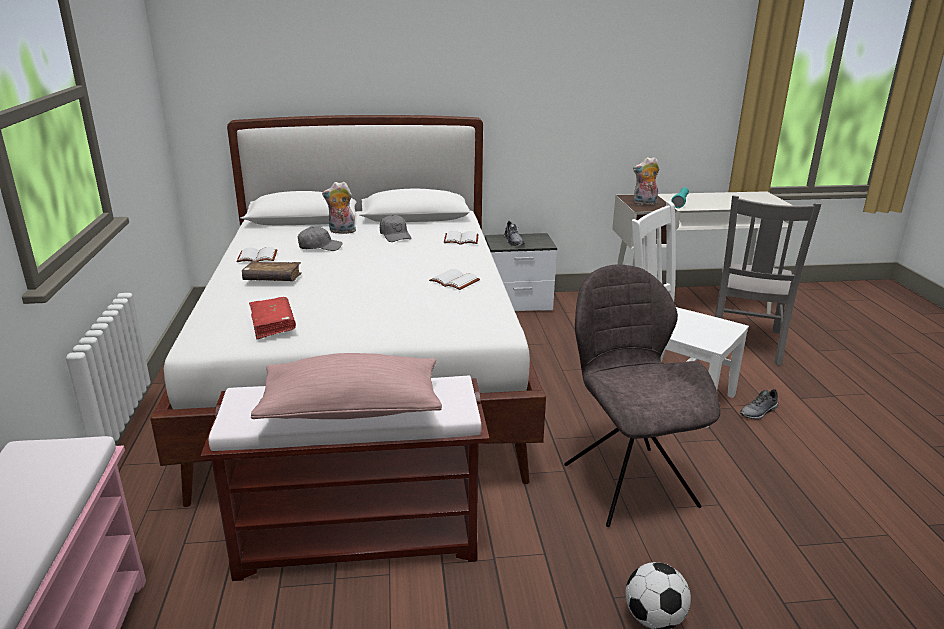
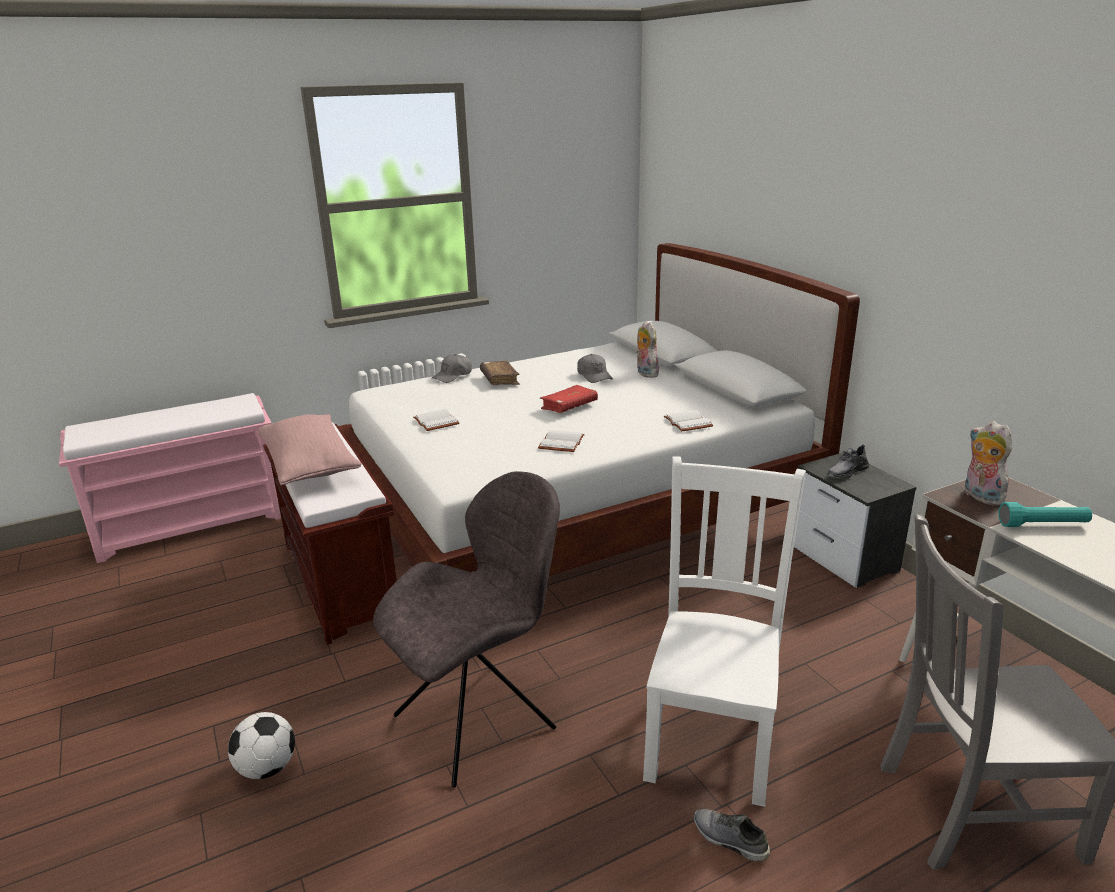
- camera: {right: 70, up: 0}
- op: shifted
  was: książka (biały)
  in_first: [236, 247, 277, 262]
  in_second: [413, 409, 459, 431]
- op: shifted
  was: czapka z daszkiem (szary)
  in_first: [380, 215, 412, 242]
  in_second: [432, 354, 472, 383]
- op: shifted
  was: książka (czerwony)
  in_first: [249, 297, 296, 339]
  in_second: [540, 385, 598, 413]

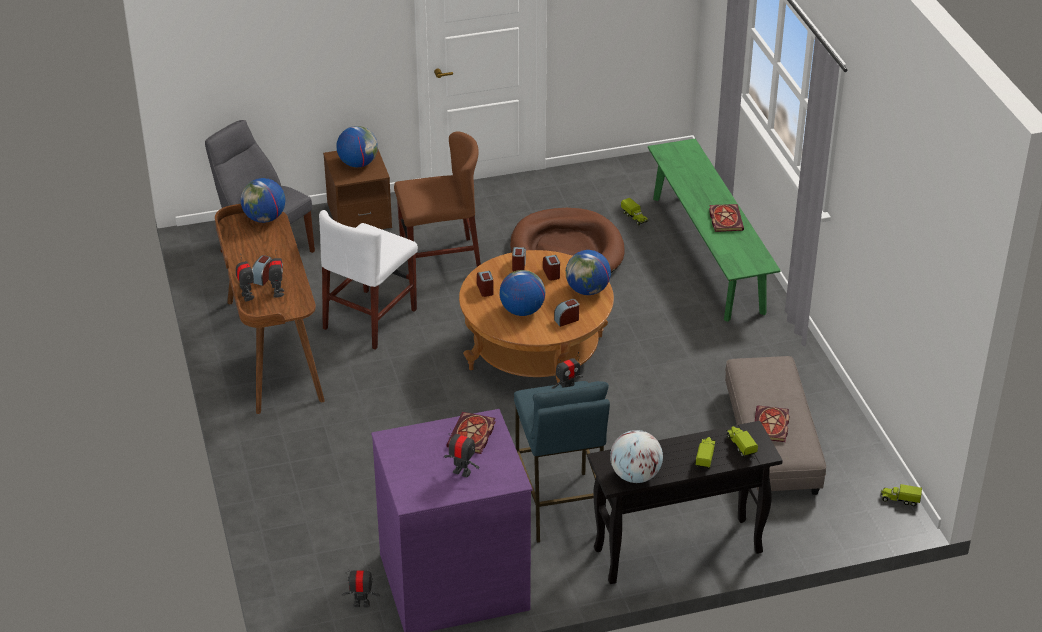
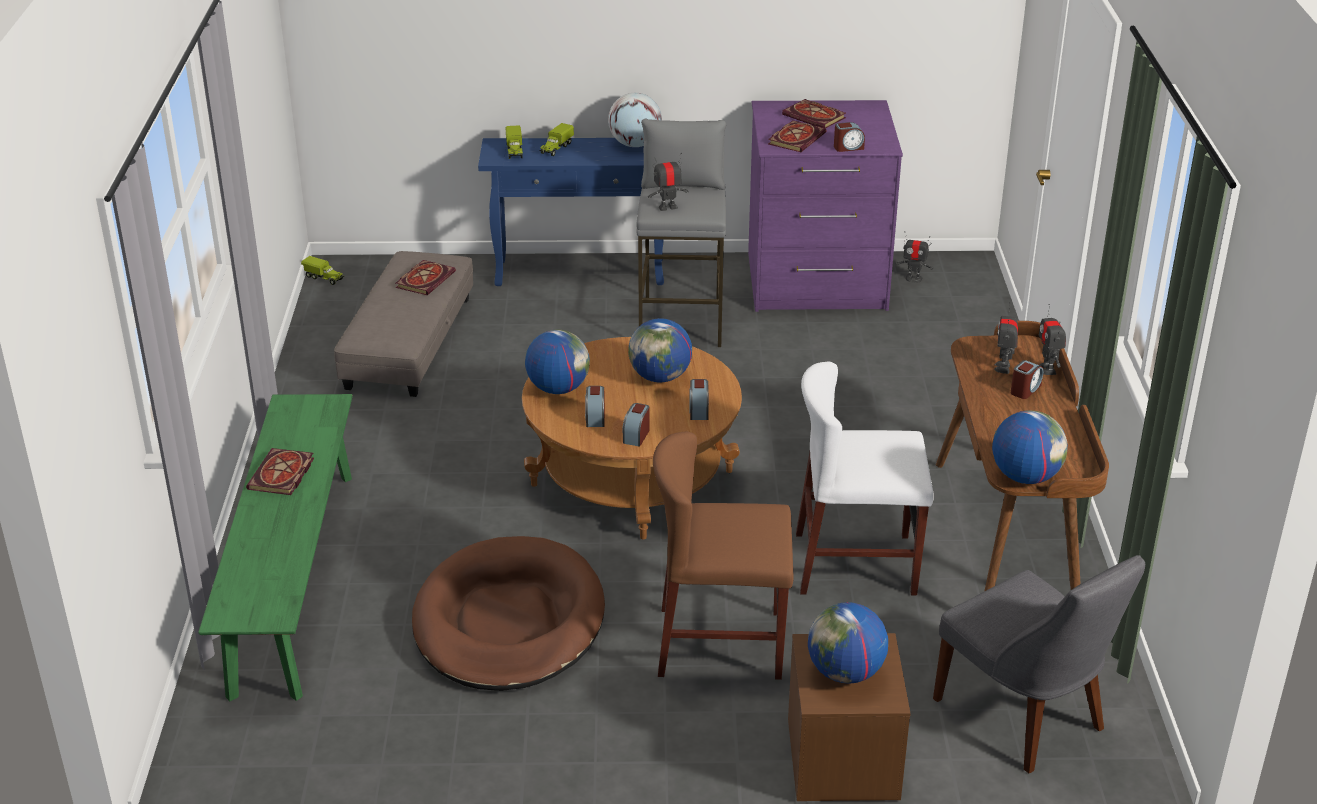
- camera: {right: -165, up: -5}
- op: repainted
  was: stolik konsolowy (czarny)
  now: stolik konsolowy (niebieski)
  in_first: [588, 421, 783, 584]
  in_second: [478, 138, 664, 286]
- op: repainted
  was: stołek (niebieski)
  now: stołek (szary)
  in_first: [514, 381, 610, 543]
  in_second: [636, 119, 726, 348]
- op: swapped
  was: robot zabawkowy
  now: książka
  in_first: [444, 428, 479, 478]
  in_second: [782, 99, 846, 128]
- op: rotated
  was: krzesło (biały)
  in_first: [319, 210, 418, 350]
  in_second: [796, 362, 934, 595]
  clockwise: -135
- op: shifted
  was: budzik
  in_first: [554, 299, 579, 327]
  in_second: [834, 122, 865, 152]
- op: gone
  was: ciężarówka zabawkowa
  in_first: [621, 198, 647, 225]

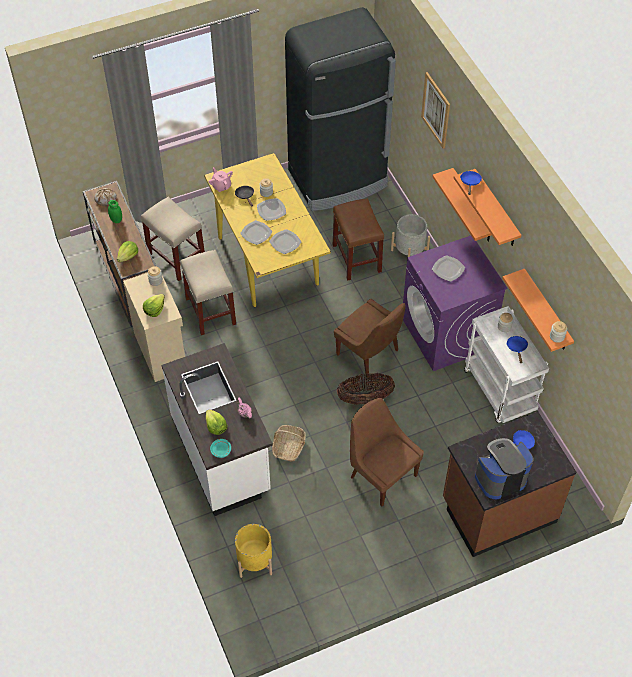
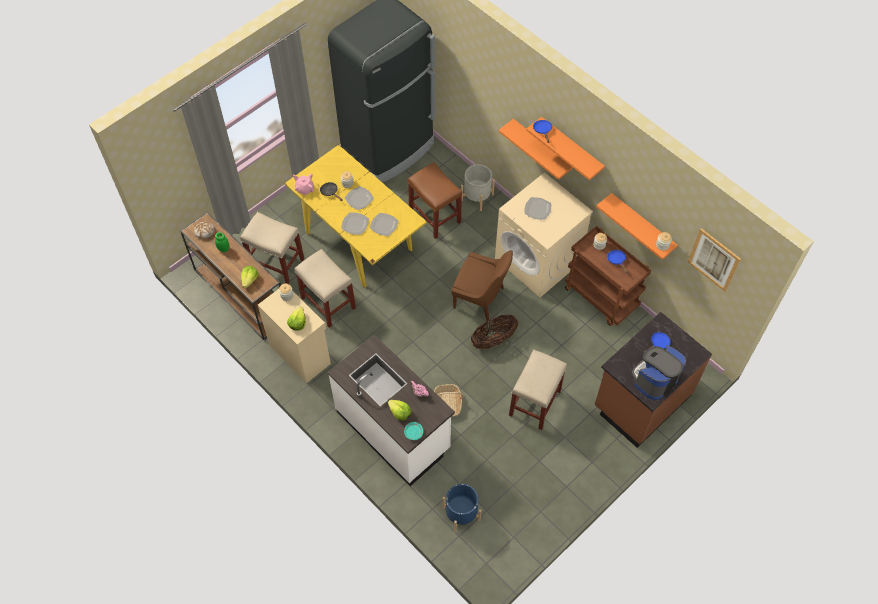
- camera: {right: -20, up: 5}
- op: repainted
  was: donica (żółty)
  now: donica (niebieski)
  in_first: [235, 524, 272, 578]
  in_second: [443, 484, 482, 532]
- op: repainted
  was: pralka (fioletowy)
  now: pralka (beżowy)
  in_first: [403, 236, 508, 371]
  in_second: [495, 172, 593, 297]
- op: swapped
  was: krzesło (brązowy)
  now: stołek (beżowy)
  in_first: [350, 398, 424, 506]
  in_second: [509, 349, 567, 430]
- op: repainted
  was: wózek (biały)
  now: wózek (brązowy)
  in_first: [464, 306, 549, 423]
  in_second: [565, 226, 651, 326]
- op: shifted
  was: obraz
  in_first: [421, 72, 450, 149]
  in_second: [688, 228, 741, 292]

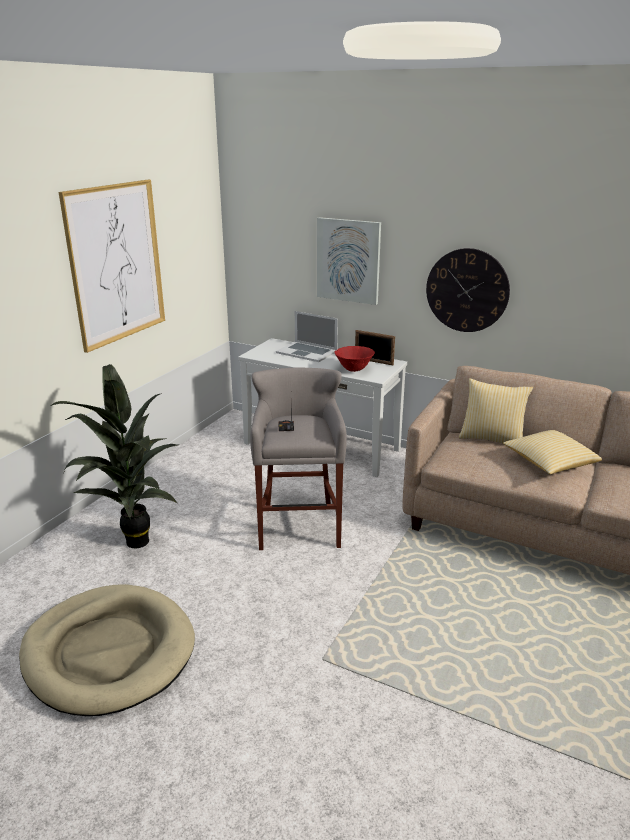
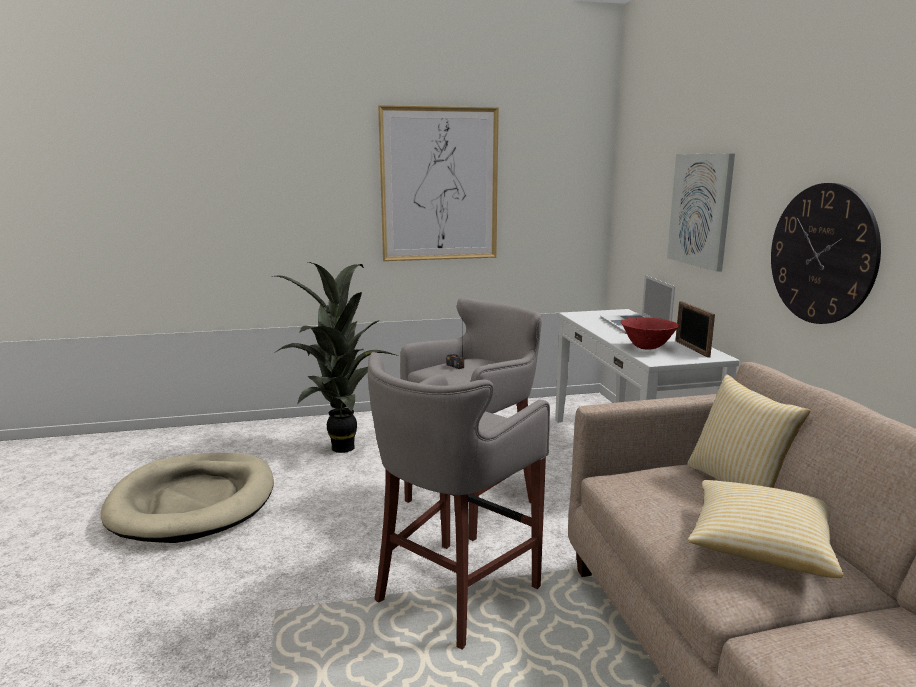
- camera: {right: 50, up: -10}
- op: new
  now: stołek (szary)
  in_second: [368, 352, 550, 650]

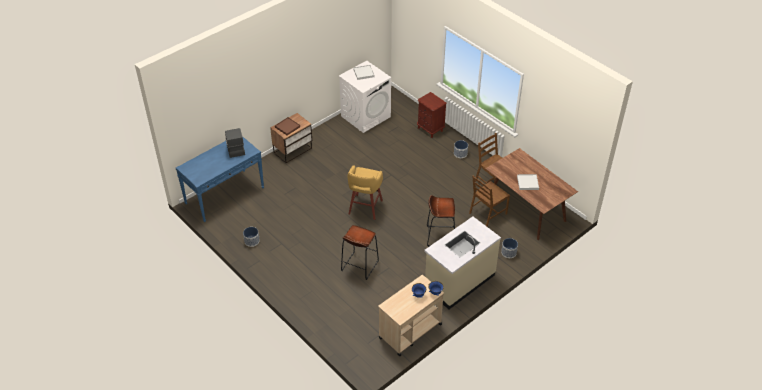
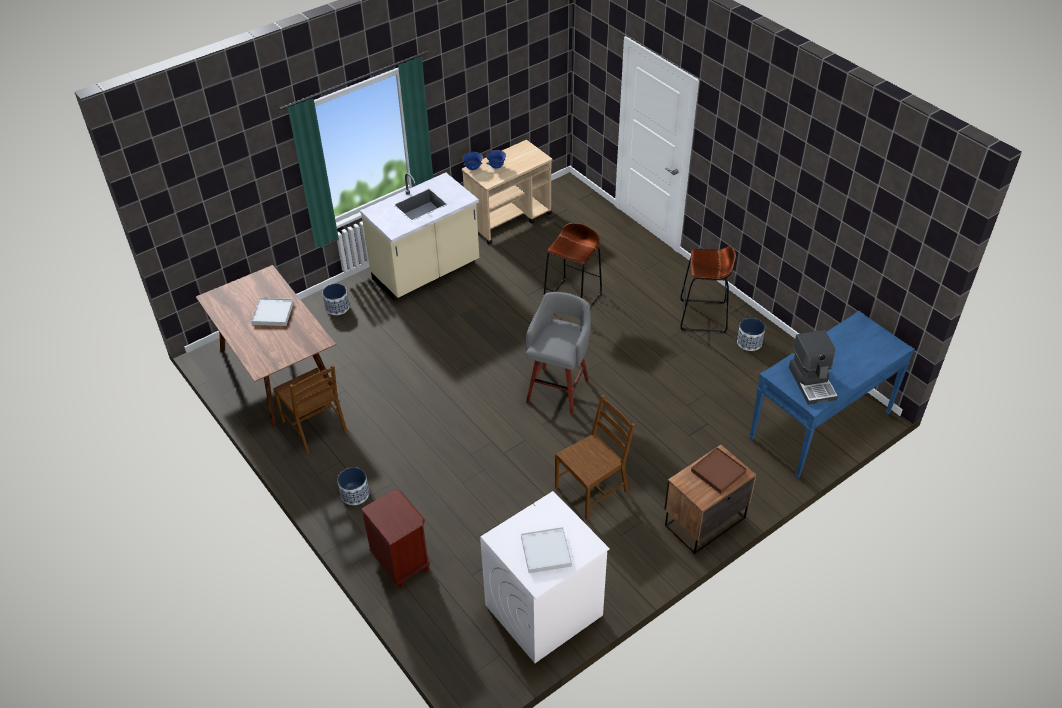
- camera: {right: -175, up: 0}
- op: repainted
  was: stołek (żółty)
  now: stołek (szary)
  in_first: [347, 165, 383, 220]
  in_second: [526, 292, 591, 415]
- op: shifted
  was: krzesło (brązowy)
  in_first: [469, 175, 510, 227]
  in_second: [555, 395, 635, 520]
- op: shifted
  was: stołek (brązowy)
  in_first: [427, 195, 455, 247]
  in_second: [680, 246, 736, 333]

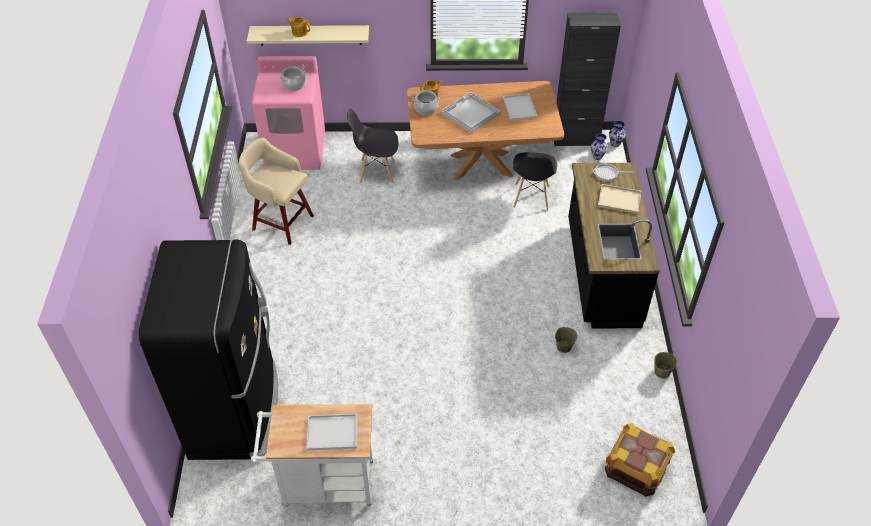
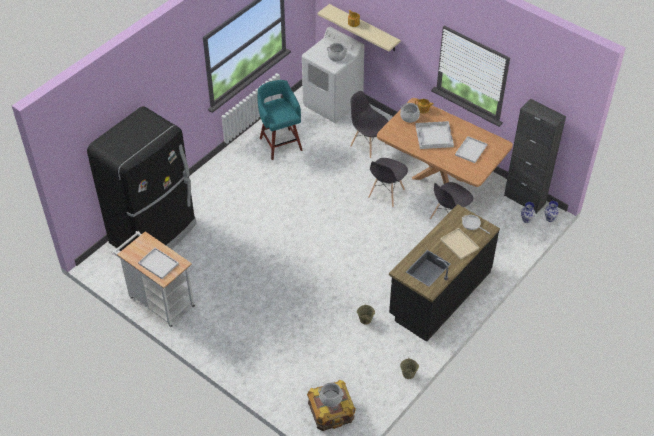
- camera: {right: 40, up: 0}
- op: repainted
  was: stołek (beżowy)
  now: stołek (turkusowy)
  in_first: [239, 138, 314, 245]
  in_second: [258, 80, 303, 160]
- op: repainted
  was: pralka (różowy)
  now: pralka (biały)
  in_first: [252, 56, 325, 170]
  in_second: [302, 27, 364, 123]
- op: new
  now: garnek
  in_second: [318, 382, 344, 407]
- op: new
  now: krzesło (szary)
  in_second: [368, 158, 408, 207]

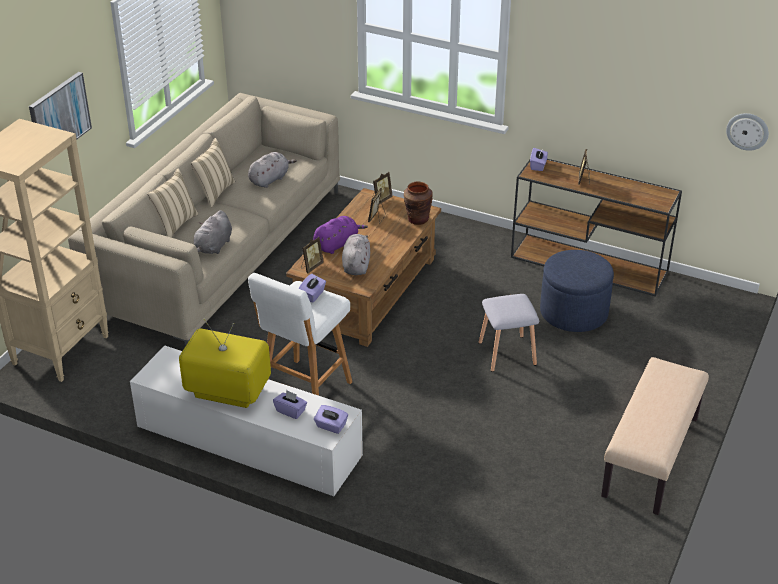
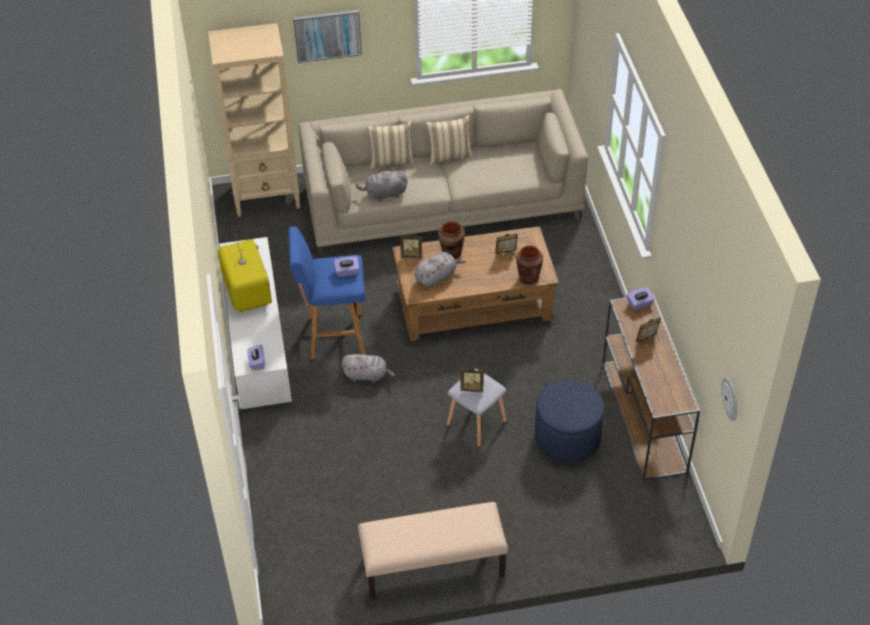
- camera: {right: 55, up: 10}
- op: repainted
  was: stołek (biały)
  now: stołek (niebieski)
  in_first: [248, 273, 352, 396]
  in_second: [288, 227, 365, 359]
- op: shifted
  was: pluszak (szary)
  in_first: [248, 152, 297, 188]
  in_second: [342, 354, 395, 383]
- op: swapped
  was: pluszak (fioletowy)
  now: wazon (brązowy)
  in_first: [313, 216, 368, 254]
  in_second: [438, 221, 465, 259]
- op: shifted
  was: ramka na zdjęcie
  in_first: [371, 172, 392, 204]
  in_second: [460, 368, 484, 393]
- op: gone
  was: pudełko chusteczek (fioletowy)
  in_first: [273, 390, 307, 419]

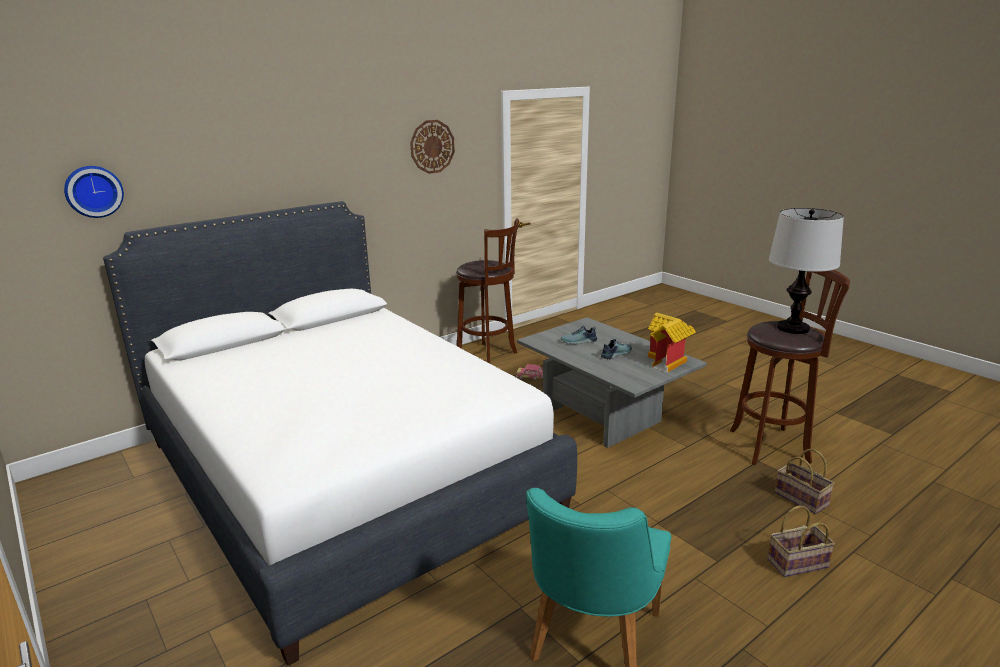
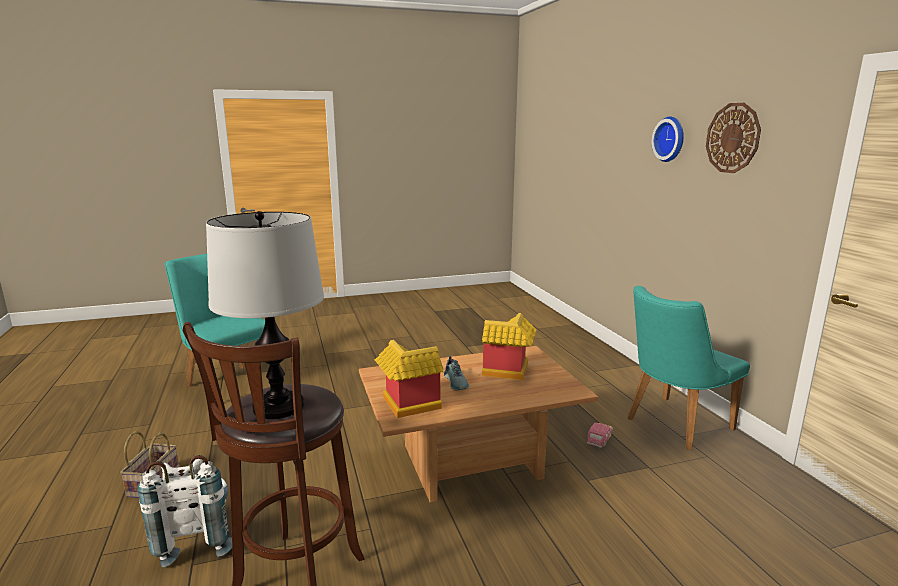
- camera: {right: 110, up: -5}
- op: swapped
  was: koszyk
  now: plecak (biały)
  in_first: [775, 449, 834, 514]
  in_second: [137, 455, 232, 567]
- op: repainted
  was: ława (szary)
  now: ława (brązowy)
  in_first: [517, 317, 707, 448]
  in_second: [359, 346, 598, 503]
- op: swapped
  was: but
  now: domek
  in_first: [561, 325, 597, 344]
  in_second: [482, 313, 537, 380]
- op: swapped
  was: stołek (brązowy)
  now: krzesło (turkusowy)
  in_first: [456, 218, 519, 363]
  in_second: [627, 286, 750, 450]
- op: shifted
  was: zegar ścienny
  in_first: [64, 166, 124, 218]
  in_second: [652, 117, 684, 162]
- op: gone
  was: łóżko (biały)
  in_first: [103, 201, 577, 666]

